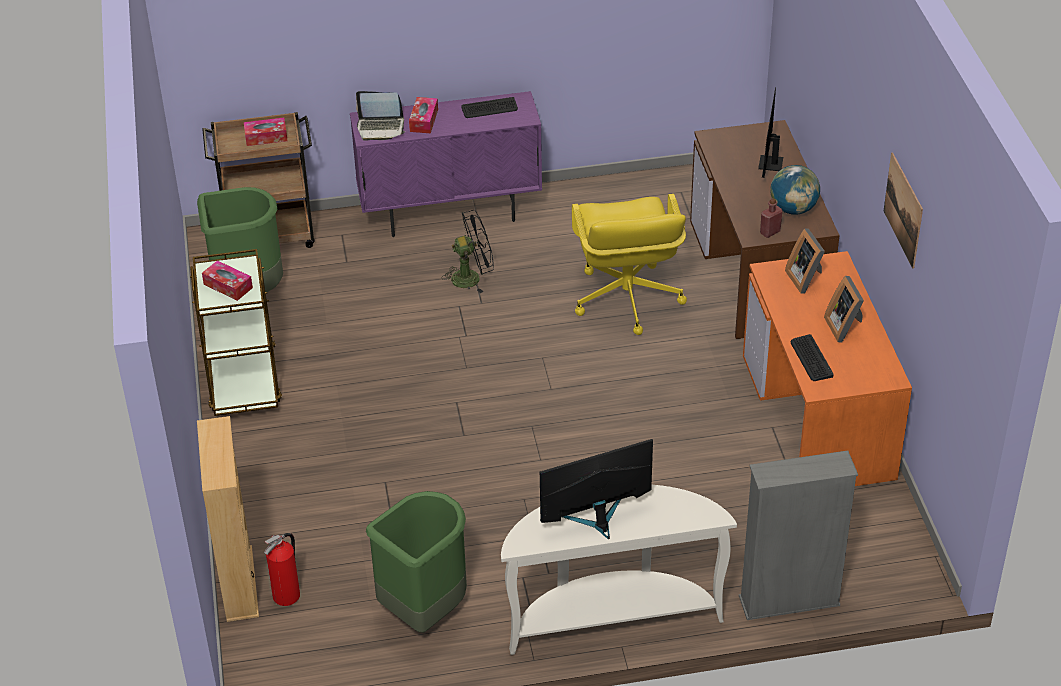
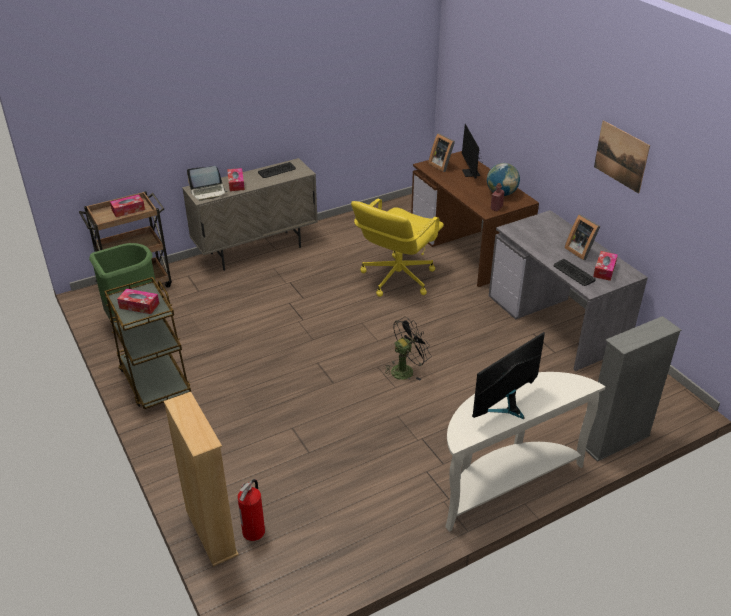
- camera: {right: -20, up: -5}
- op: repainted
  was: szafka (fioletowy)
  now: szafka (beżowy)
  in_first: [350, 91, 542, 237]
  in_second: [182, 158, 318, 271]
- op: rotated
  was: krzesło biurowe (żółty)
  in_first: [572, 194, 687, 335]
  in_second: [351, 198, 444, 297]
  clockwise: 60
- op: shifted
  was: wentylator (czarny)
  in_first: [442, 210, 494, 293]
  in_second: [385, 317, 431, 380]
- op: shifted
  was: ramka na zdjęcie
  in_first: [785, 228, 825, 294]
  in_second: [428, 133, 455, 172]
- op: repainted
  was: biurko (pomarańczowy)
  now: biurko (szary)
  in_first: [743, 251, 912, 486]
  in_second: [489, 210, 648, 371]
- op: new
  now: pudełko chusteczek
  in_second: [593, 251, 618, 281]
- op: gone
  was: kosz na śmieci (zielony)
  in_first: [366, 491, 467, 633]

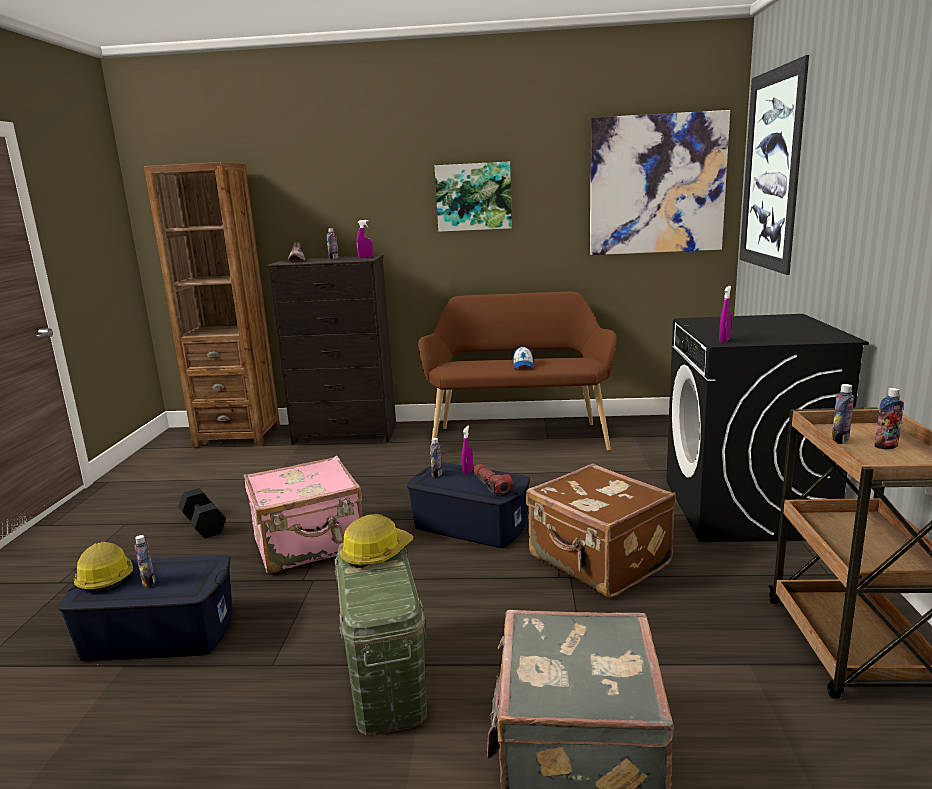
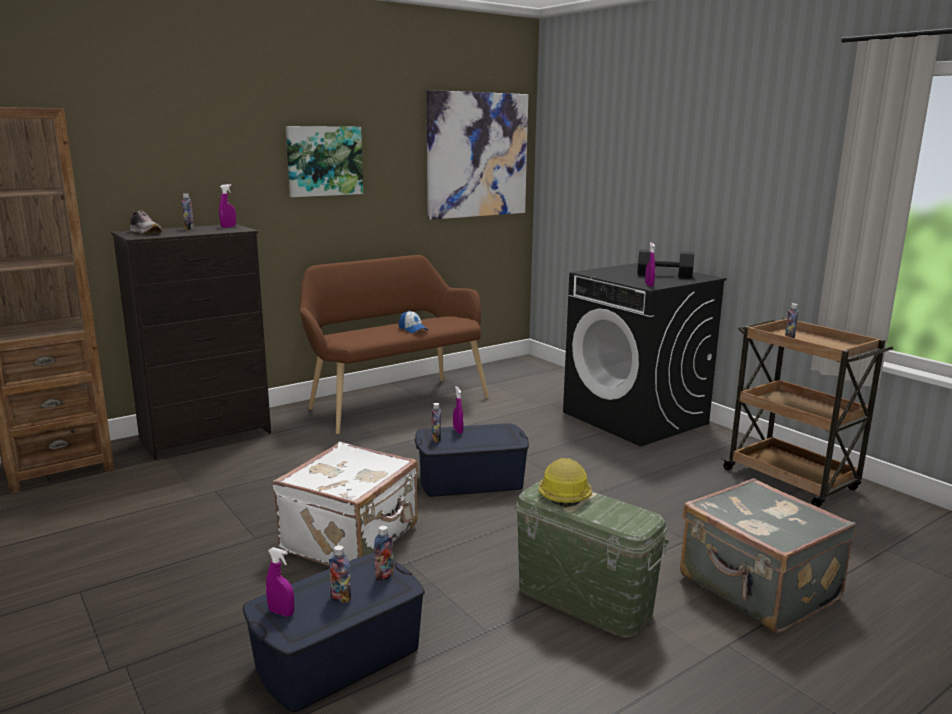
- camera: {right: -40, up: 0}
- op: swapped
  was: kask
  now: spryskiwacz (fioletowy)
  in_first: [74, 542, 133, 592]
  in_second: [266, 547, 294, 617]
- op: repainted
  was: walizka (różowy)
  now: walizka (biały)
  in_first: [244, 456, 362, 573]
  in_second: [272, 442, 418, 566]
- op: shifted
  was: butelka
  in_first: [874, 388, 904, 449]
  in_second: [374, 526, 394, 582]
- op: shifted
  was: hantel (czarny)
  in_first: [178, 488, 226, 538]
  in_second: [637, 249, 694, 278]
- op: gone
  was: latarka
  in_first: [474, 464, 513, 495]
- op: gone
  was: walizka (brązowy)
  in_first: [526, 464, 676, 598]
- op: gone
  was: obraz
  in_first: [740, 55, 809, 275]

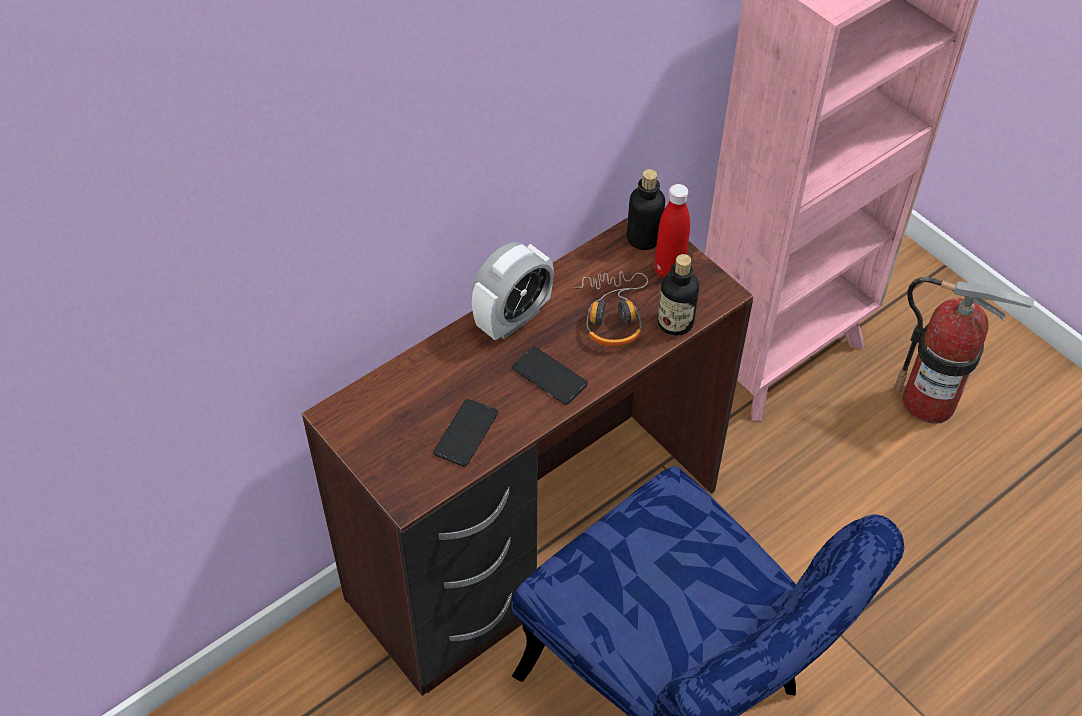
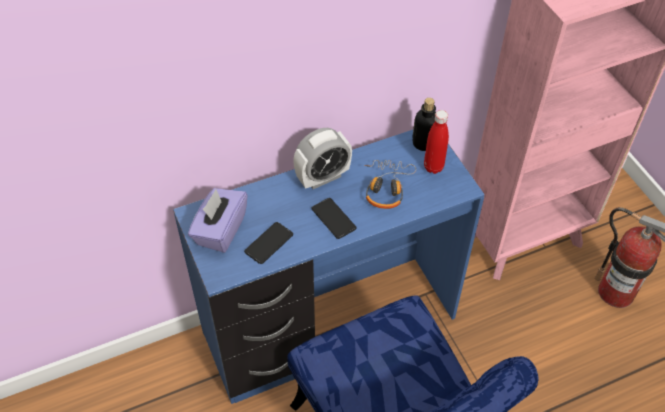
- camera: {right: 15, up: 0}
- op: repainted
  was: biurko (brązowy)
  now: biurko (niebieski)
  in_first: [302, 217, 754, 696]
  in_second: [173, 130, 485, 404]
- op: new
  now: pudełko chusteczek (fioletowy)
  in_second: [188, 188, 248, 253]
- op: gone
  was: butelka
  in_first: [658, 254, 699, 336]

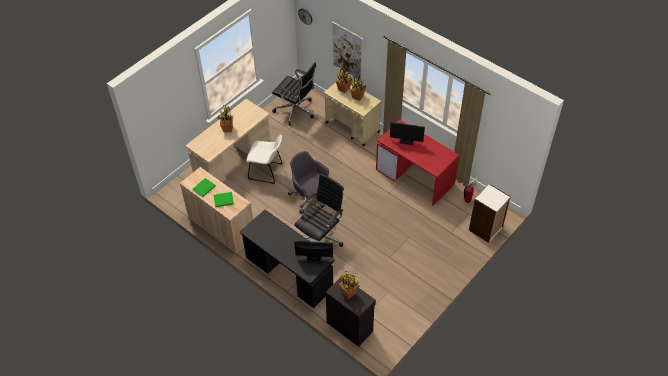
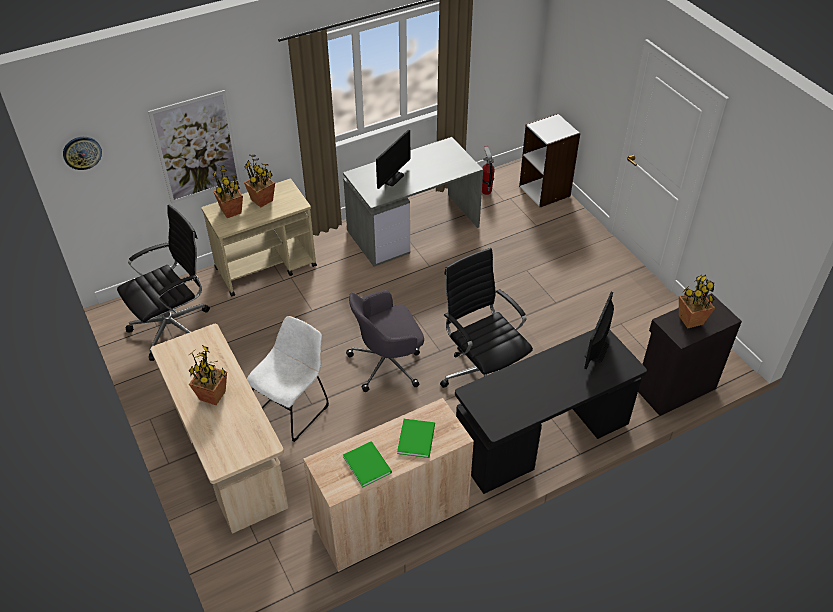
- camera: {right: -70, up: -5}
- op: repainted
  was: biurko (czerwony)
  now: biurko (szary)
  in_first: [376, 120, 459, 206]
  in_second: [343, 137, 483, 266]

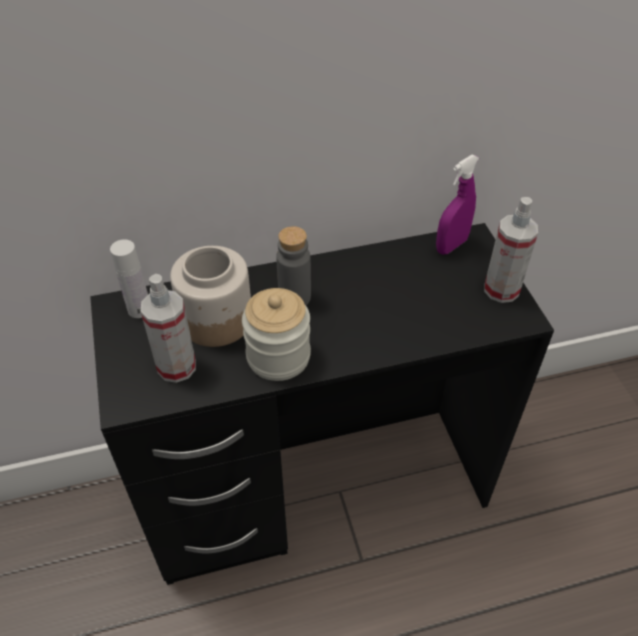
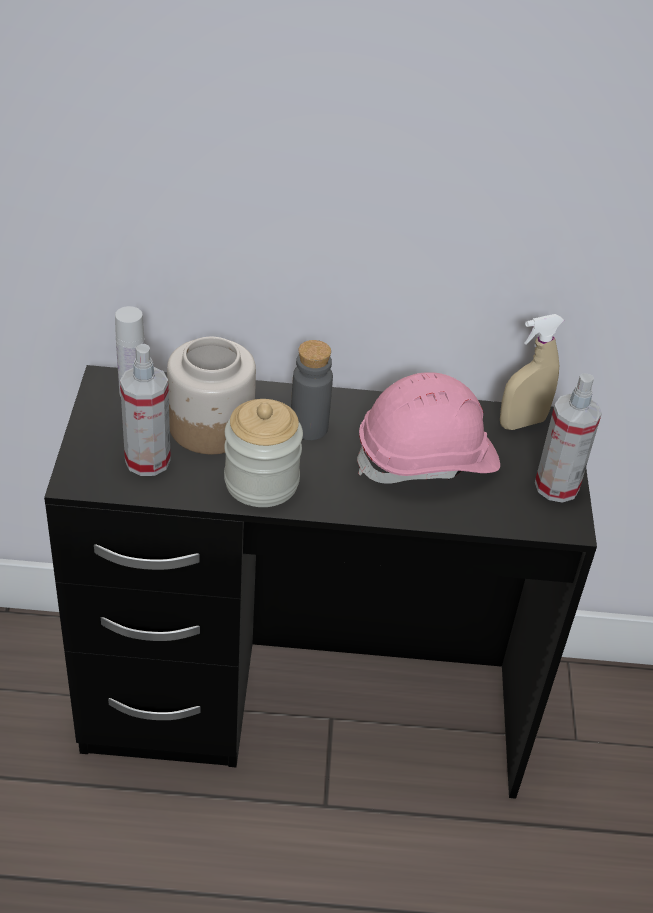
- camera: {right: 15, up: -5}
- op: new
  now: kask (różowy)
  in_second: [357, 372, 500, 484]
- op: repainted
  was: spryskiwacz (fioletowy)
  now: spryskiwacz (beżowy)
  in_first: [436, 154, 479, 255]
  in_second: [500, 314, 564, 430]

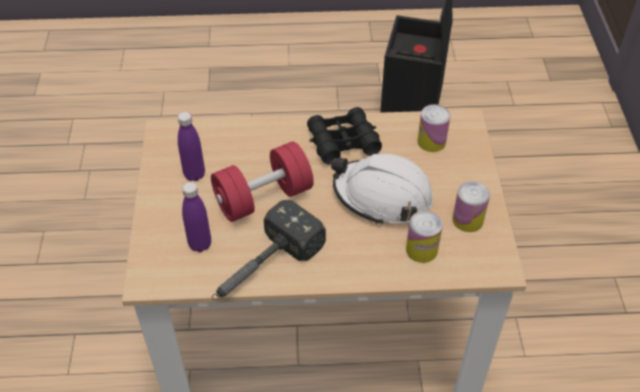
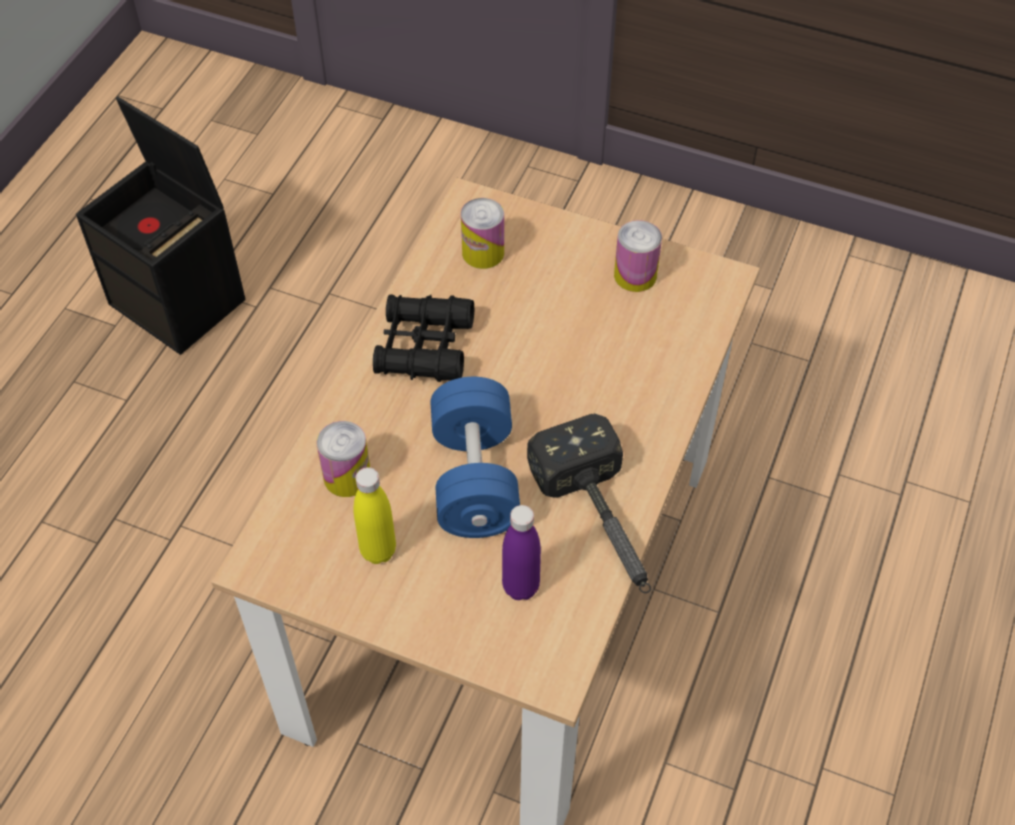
- camera: {right: -65, up: 5}
- op: shifted
  was: puszka
  in_first: [406, 211, 443, 263]
  in_second: [316, 421, 370, 497]
- op: repainted
  was: butelka (fioletowy)
  now: butelka (żółty)
  in_first: [178, 111, 205, 181]
  in_second: [353, 467, 396, 564]
- op: repainted
  was: hantel (czerwony)
  now: hantel (niebieski)
  in_first: [211, 141, 314, 222]
  in_second: [430, 376, 520, 538]
- op: gone
  was: kask (biały)
  in_first: [331, 154, 433, 224]

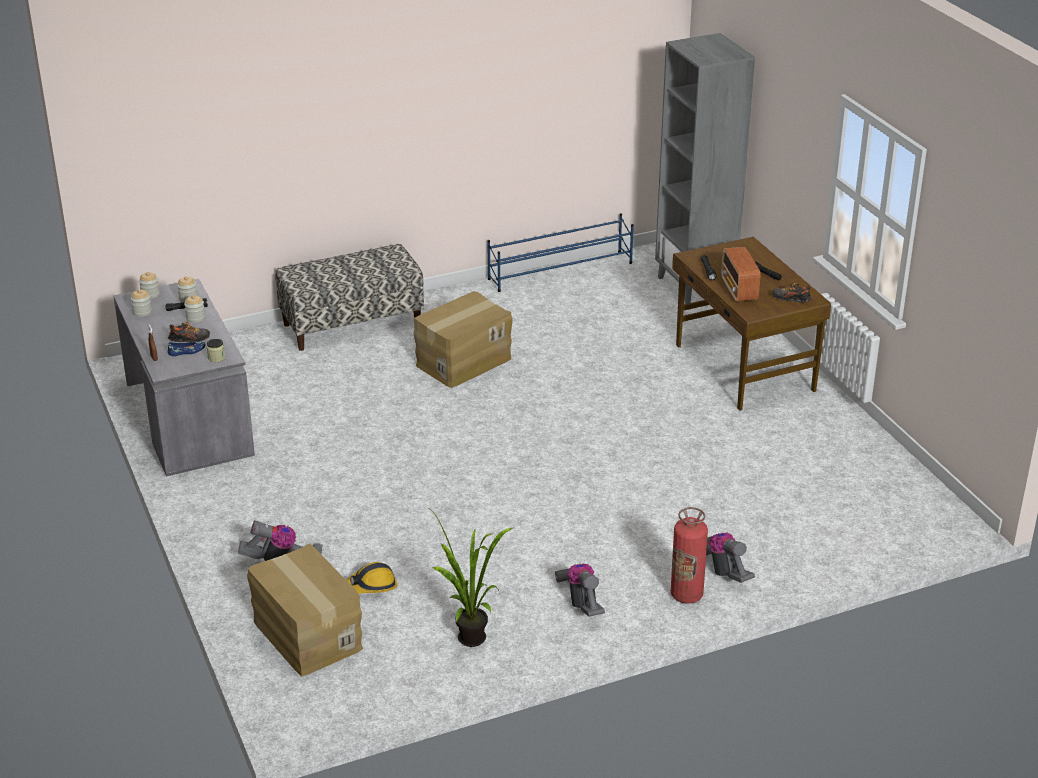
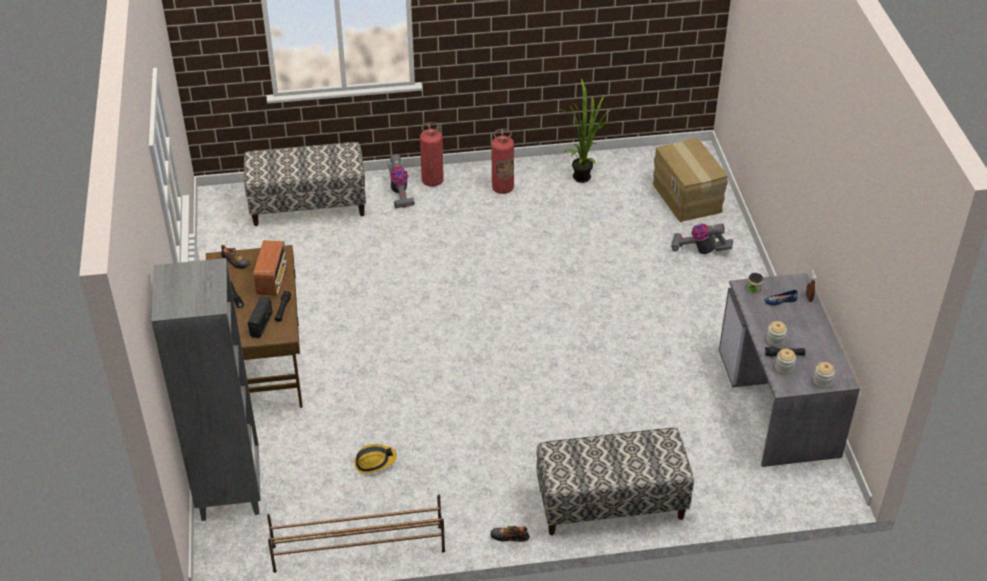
- camera: {right: -165, up: 10}
- op: new
  now: ławka
  in_second: [244, 142, 366, 226]
- op: new
  now: radio
  in_second: [248, 296, 273, 338]
- op: repainted
  was: regał na buty (niebieski)
  now: regał na buty (brązowy)
  in_first: [487, 213, 634, 292]
  in_second: [267, 495, 445, 573]
- op: shifted
  was: kask
  in_first: [347, 562, 398, 594]
  in_second: [354, 444, 397, 474]
- op: shifted
  was: but
  in_first: [168, 321, 210, 342]
  in_second: [490, 526, 530, 542]
- op: swapped
  was: odkurzacz
  now: gaśnica
  in_first: [555, 563, 605, 617]
  in_second: [491, 129, 514, 194]
- op: gone
  was: słoik
  in_first: [131, 289, 152, 317]
- op: gone
  was: karton
  in_first: [413, 291, 513, 388]

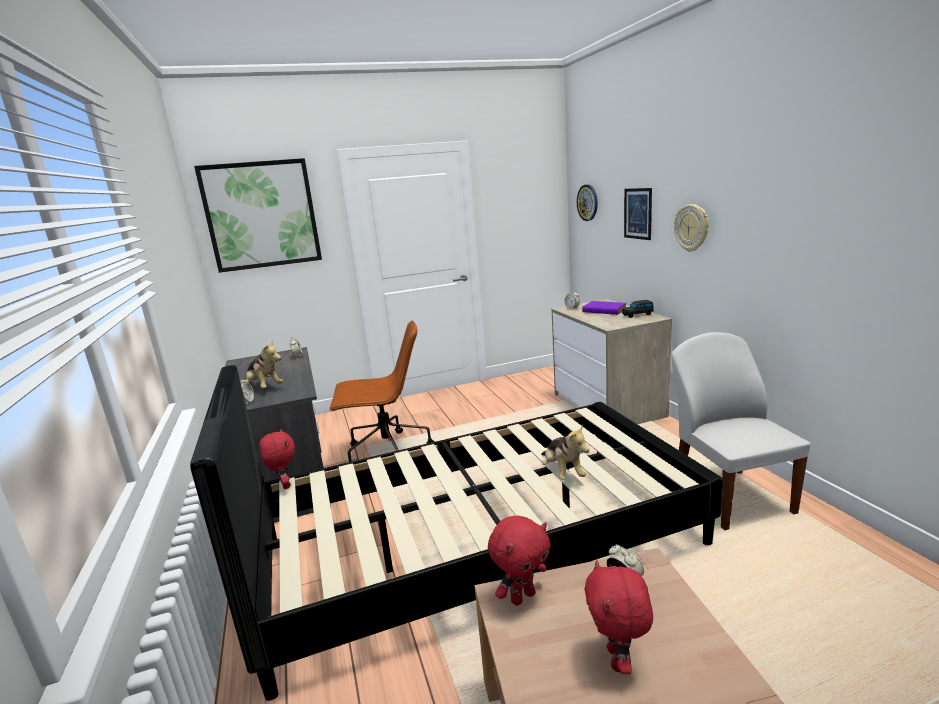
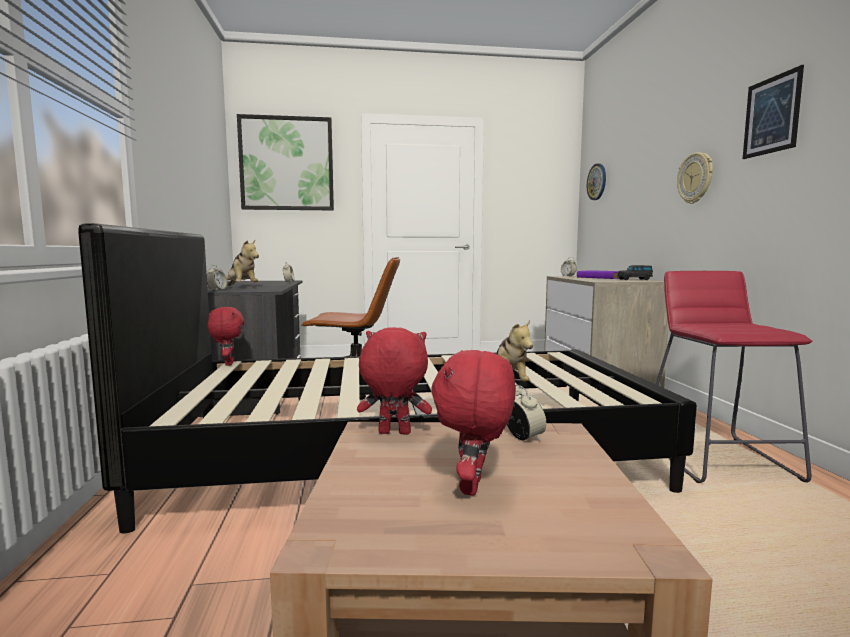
- camera: {right: 10, up: -10}
- op: rotated
  was: pluszak (czerwony)
  in_first: [488, 516, 551, 606]
  in_second: [357, 327, 432, 435]
  clockwise: -150
- op: swapped
  was: krzesło (biały)
  now: stołek (czerwony)
  in_first: [671, 332, 811, 530]
  in_second: [656, 271, 813, 483]
- op: shifted
  was: obraz
  in_first: [624, 188, 652, 240]
  in_second: [743, 65, 804, 159]

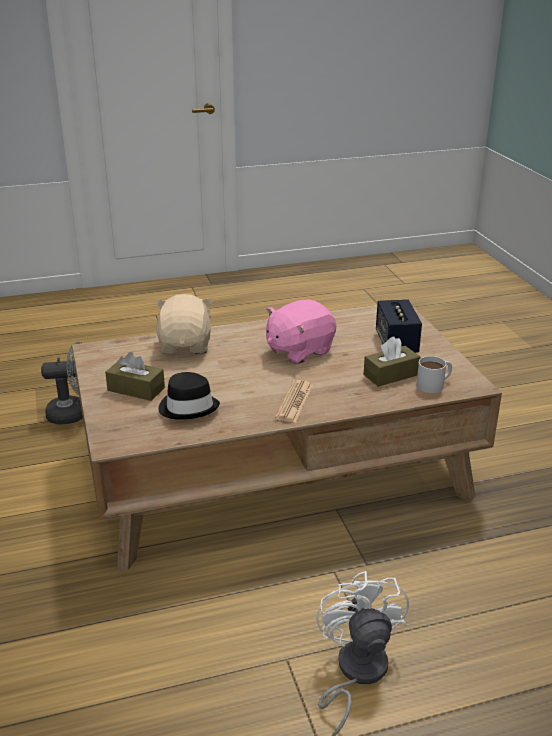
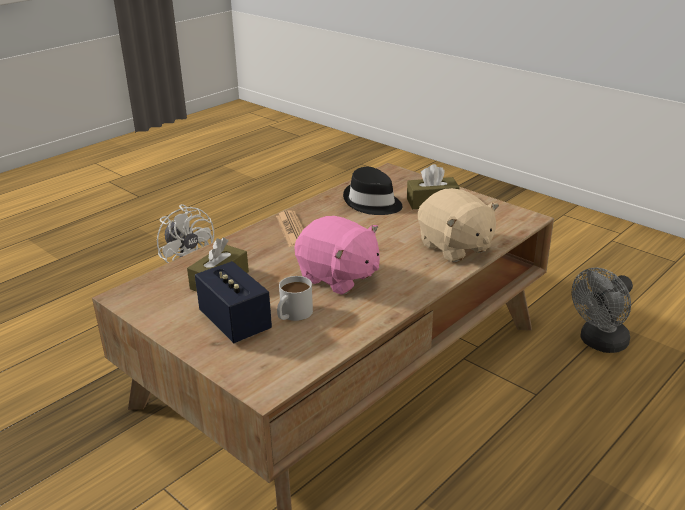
- camera: {right: 150, up: 0}
- op: shifted
  was: kubek (biały)
  in_first: [416, 356, 452, 393]
  in_second: [277, 276, 313, 321]
- op: rotated
  was: pluszak (różowy)
  in_first: [266, 300, 336, 364]
  in_second: [294, 216, 380, 295]
  clockwise: 105

